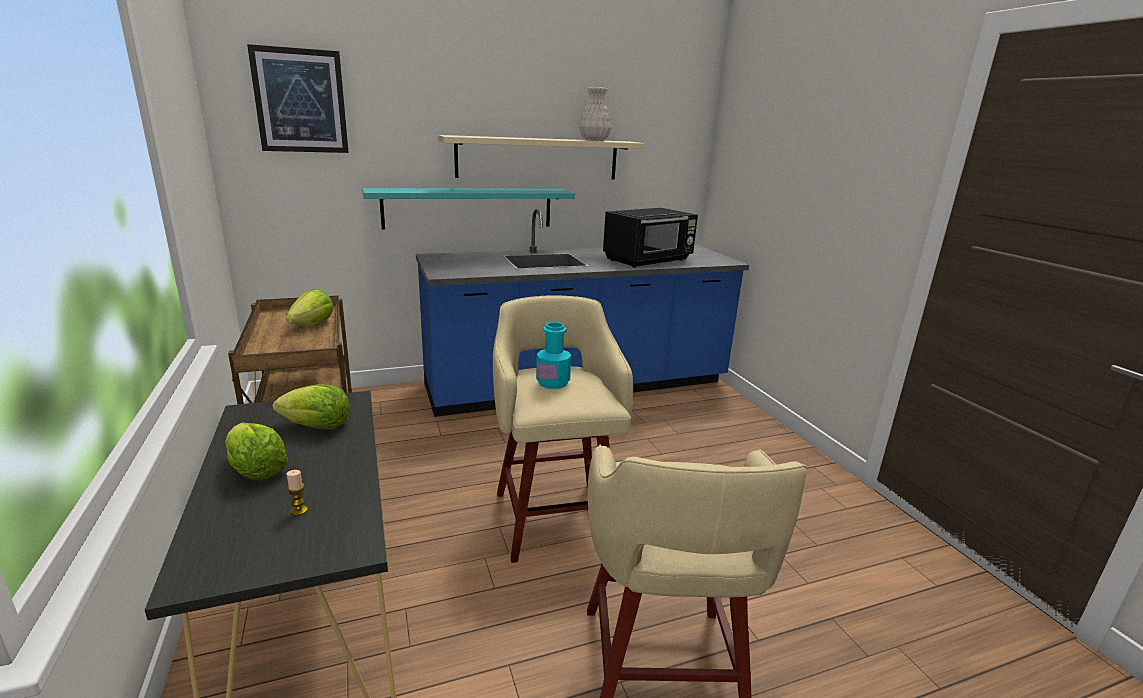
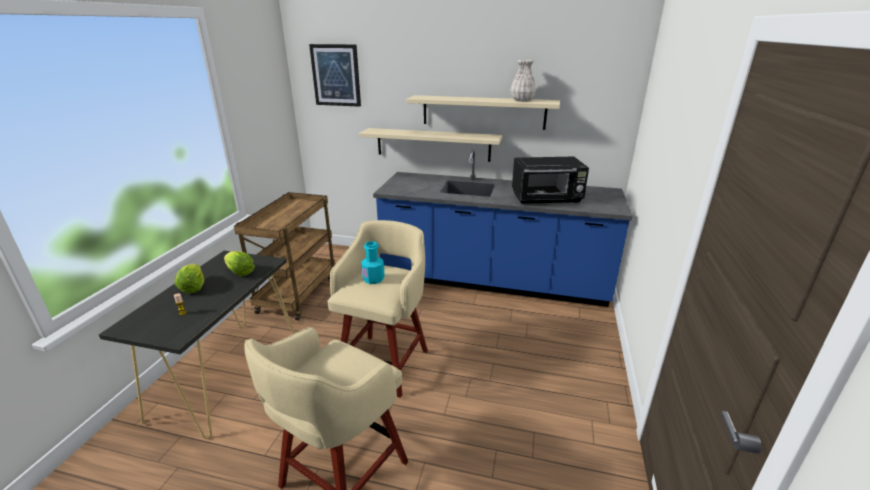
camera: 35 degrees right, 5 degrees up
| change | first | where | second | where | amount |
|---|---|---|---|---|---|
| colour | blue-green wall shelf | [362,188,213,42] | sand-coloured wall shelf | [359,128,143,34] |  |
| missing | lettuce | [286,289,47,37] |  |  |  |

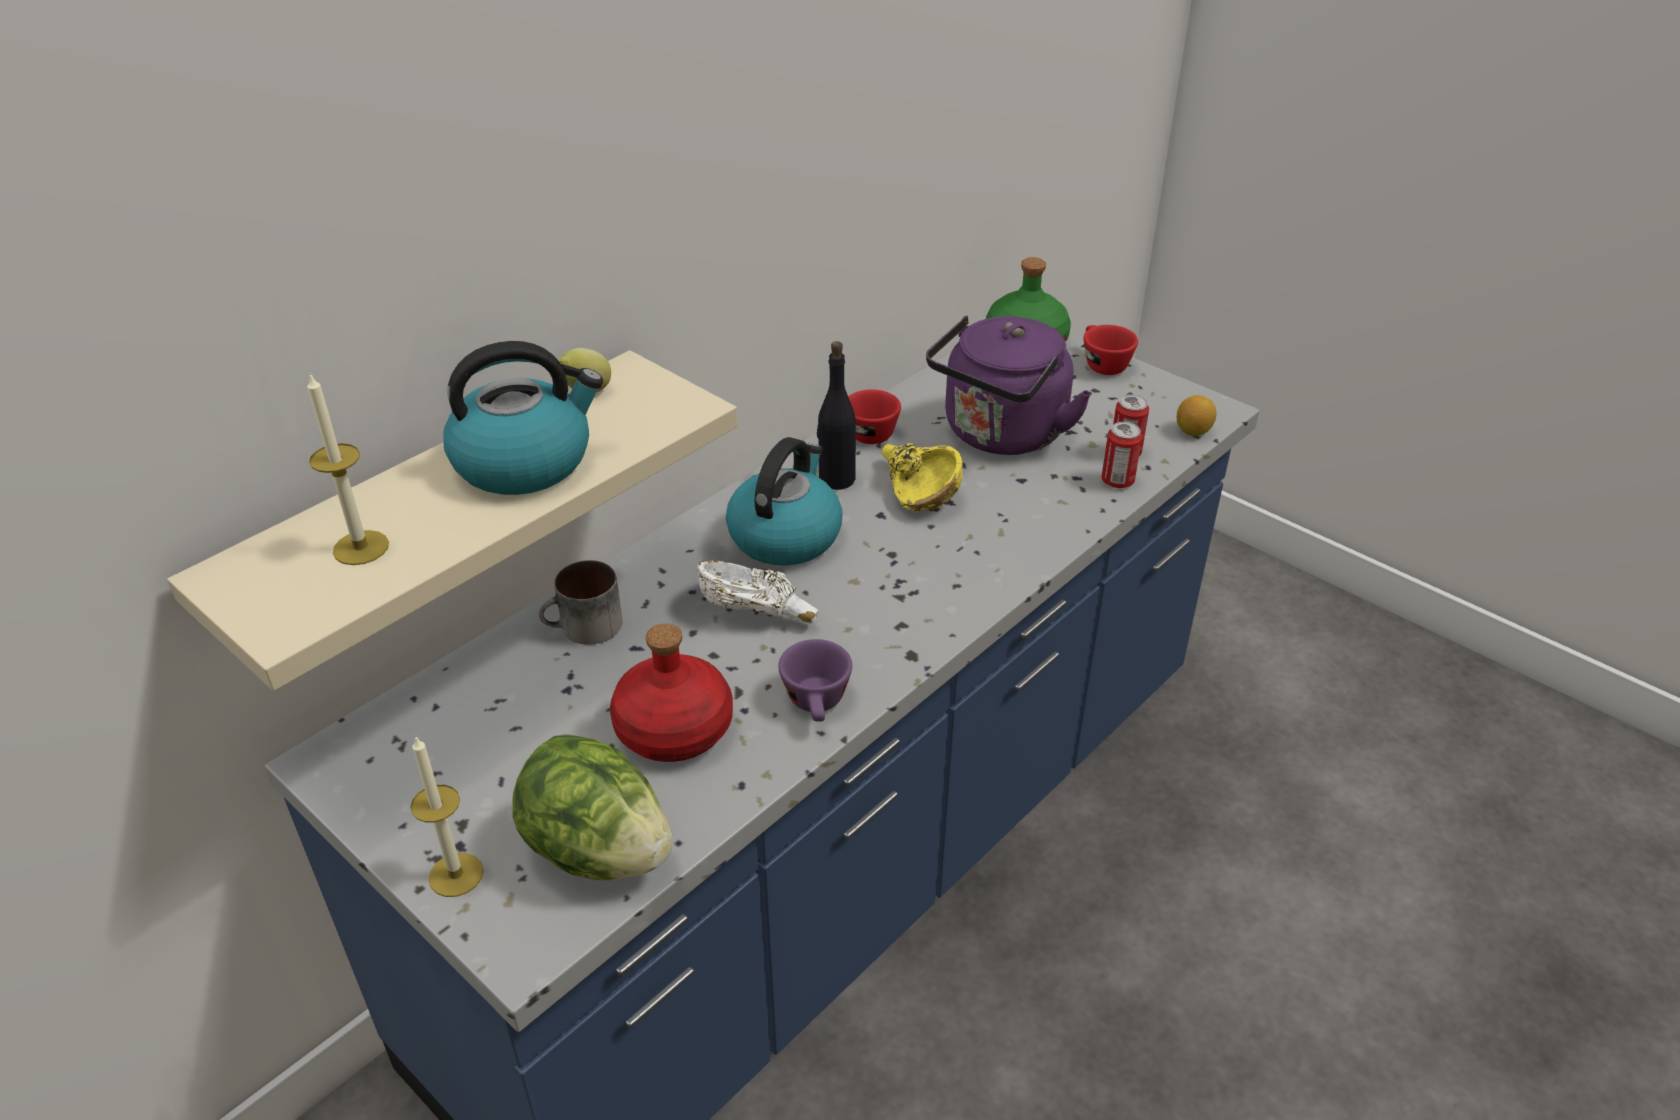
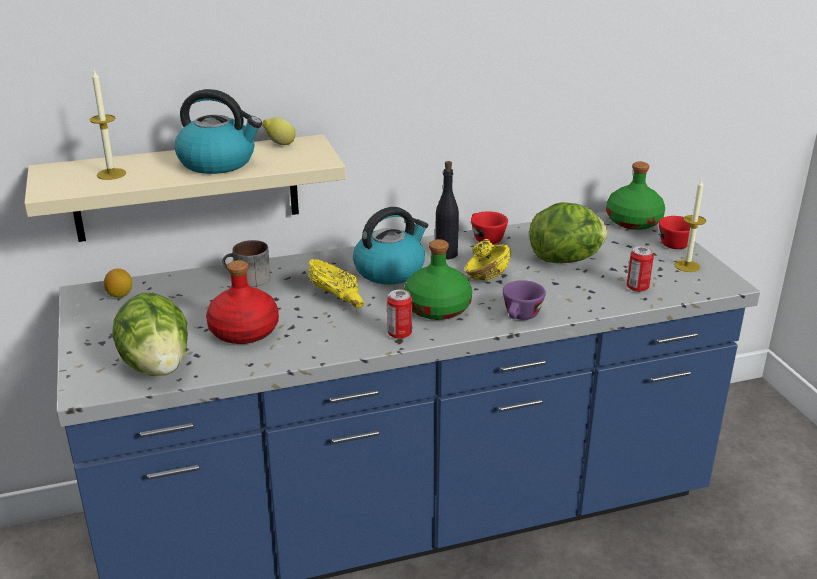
camera: 30 degrees right, 10 degrees down
| change | first | where | second | where | amount |
|---|---|---|---|---|---|
| relocated | citrus fruit | [1177,395,40,41] |  | [104,269,28,28] |  |
| colour | whitish deep dish | [697,560,122,64] | yellow deep dish | [309,259,55,50] |  |
| relocated | sealed can | [1102,422,40,66] |  | [387,289,25,50] |  |
| appeared |  |  | greenish beverage bottle | [404,239,68,81] |  |
| relocated | purple-coloured cup | [778,639,74,83] |  | [503,280,43,40] |  |
| exchanged | purple-coloured tea kettle | [926,315,166,140] | lettuce | [529,202,78,61] |  |
| relocated | candle | [410,736,74,161] |  | [674,179,32,93] |  |

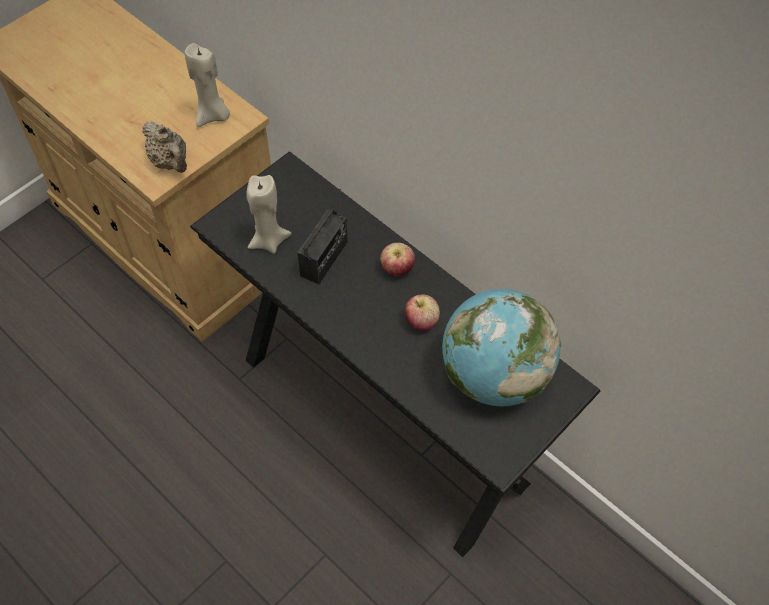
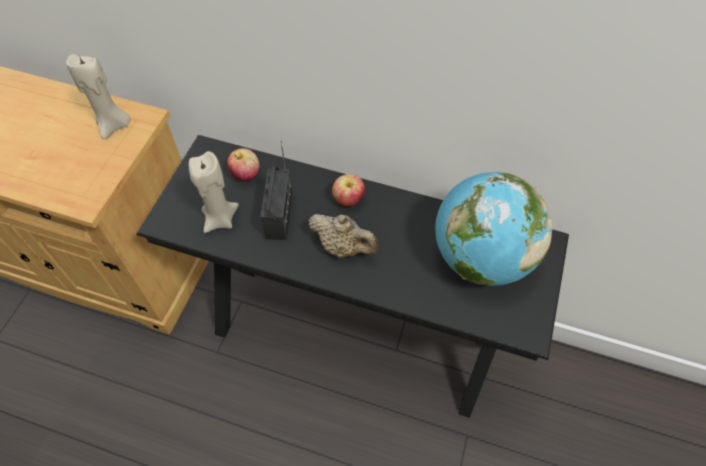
camera: 25 degrees left, 0 degrees up
| change | first | where | second | where | amount |
|---|---|---|---|---|---|
| relocated | apple fruit | [405,294,35,37] |  | [227,148,32,33] |  |
| relocated | sand-coloured pot for tea | [142,121,45,52] |  | [308,214,71,44] |  |

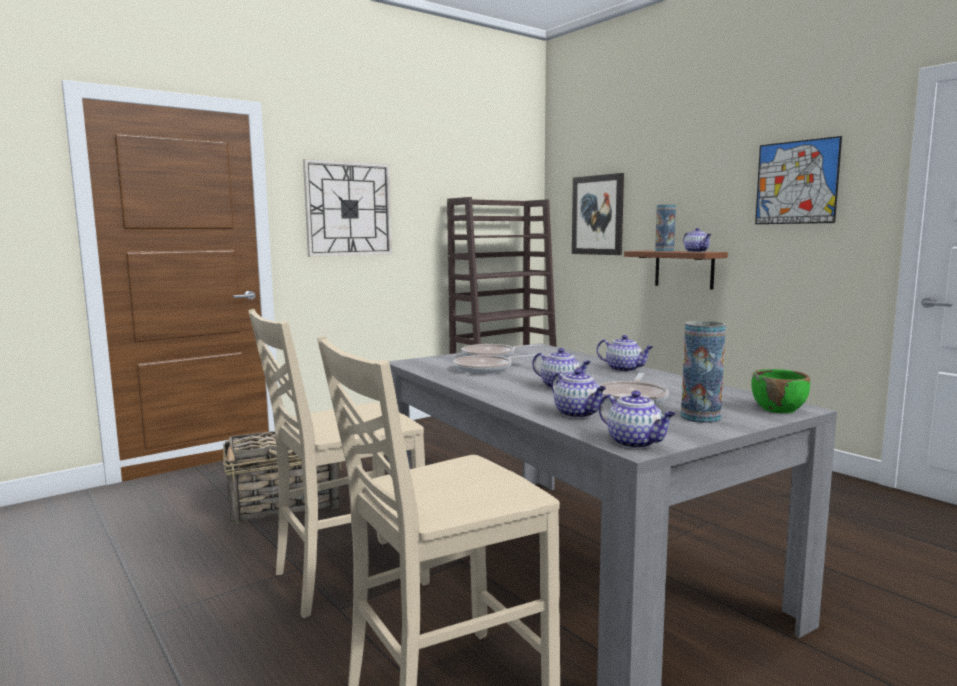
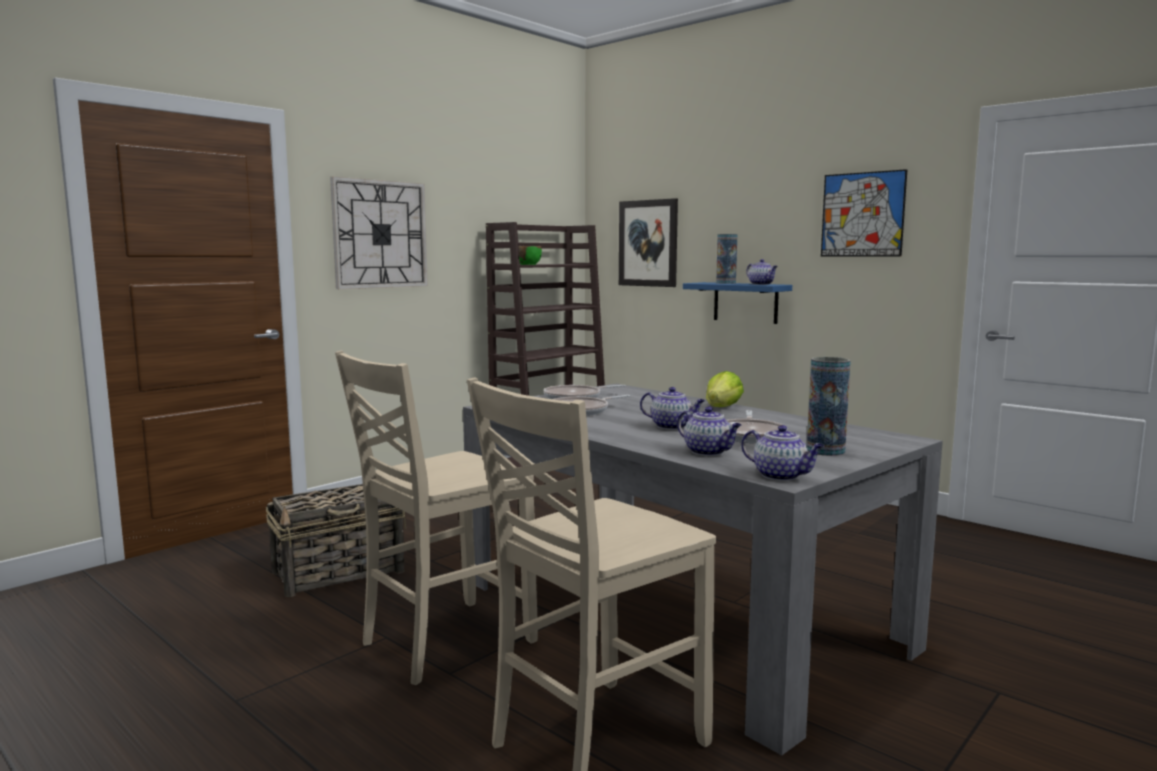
camera: 10 degrees left, 0 degrees up
| change | first | where | second | where | amount |
|---|---|---|---|---|---|
| relocated | greenish deep dish | [751,369,59,44] |  | [519,246,23,19] |  |
| colour | brownish wall shelf | [624,251,104,39] | blue wall shelf | [683,282,109,42] |  |
| exchanged | pot for tea | [597,335,56,37] | lettuce | [706,371,38,36] |  |

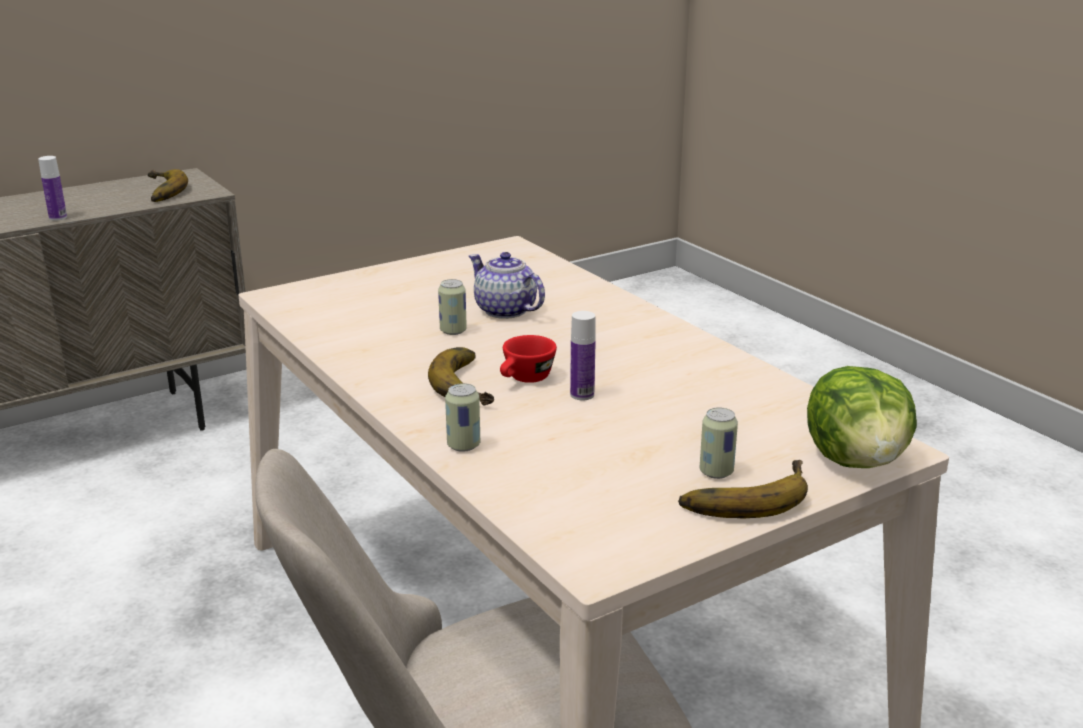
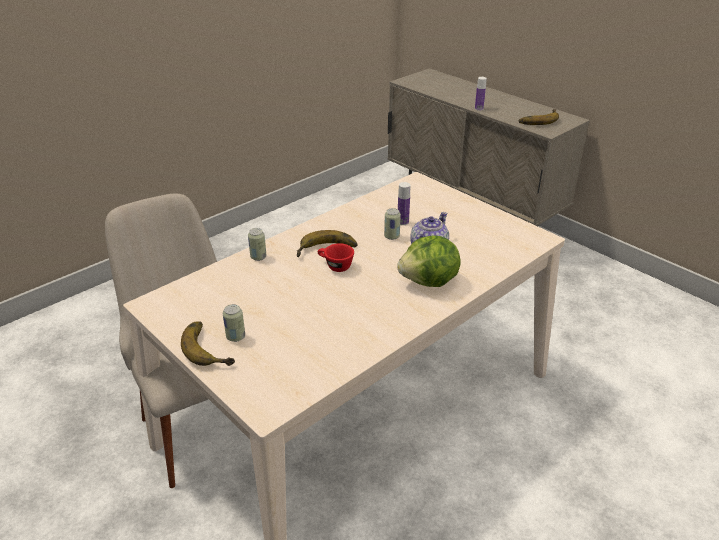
camera: 80 degrees right, 10 degrees up
| change | first | where | second | where | amount |
|---|---|---|---|---|---|
| relocated | lettuce | [807,366,110,102] |  | [397,235,63,52] |  |
| relocated | beverage bottle | [570,311,26,89] |  | [398,182,12,43] |  |

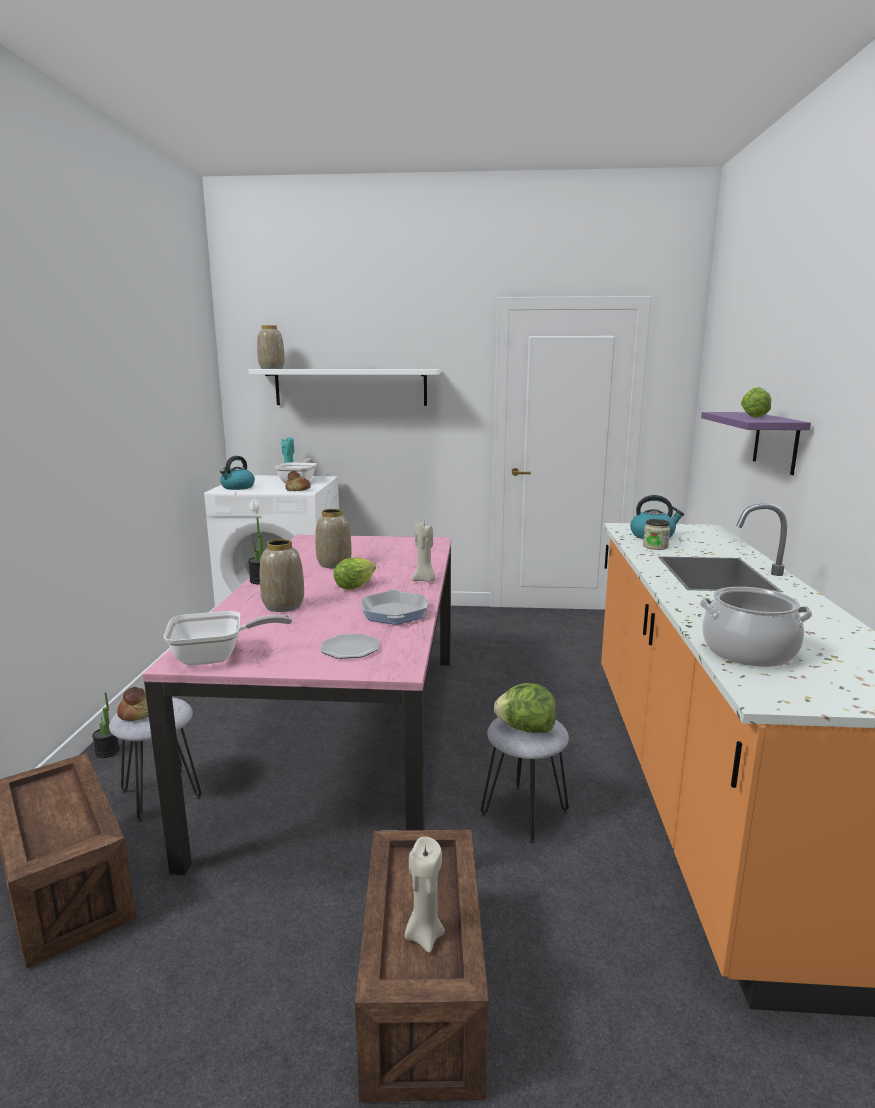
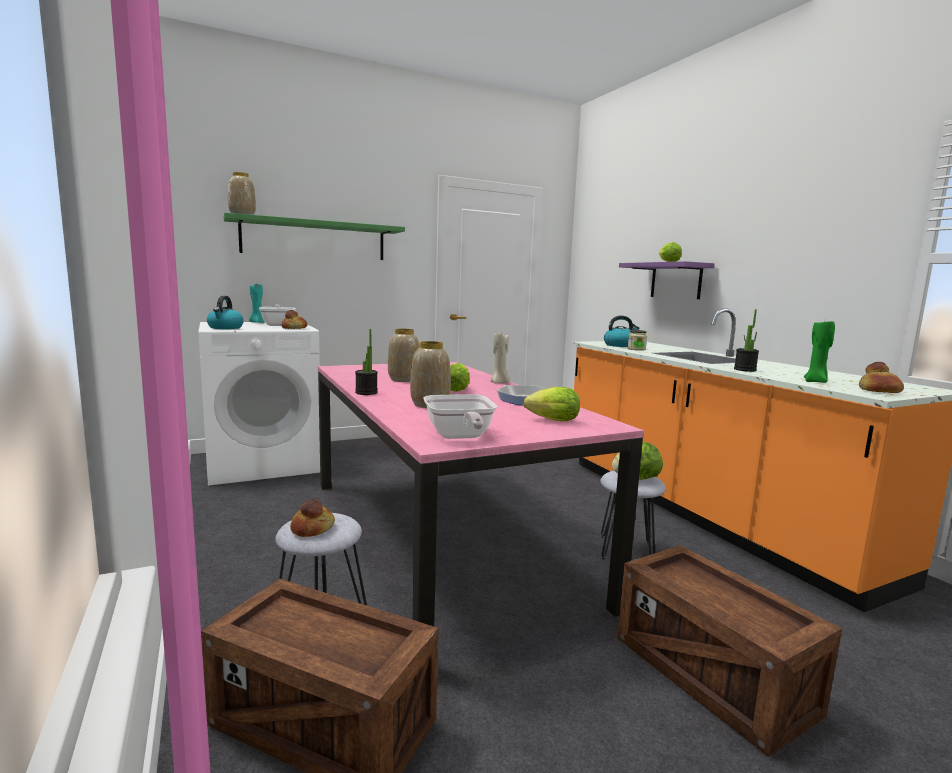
camera: 30 degrees left, 5 degrees down
| change | first | where | second | where | amount |
|---|---|---|---|---|---|
| colour | whitish wall shelf | [249,369,191,37] | greenish wall shelf | [224,213,181,47] |  |
| spun | skillet | [164,611,128,54] |  | [423,394,74,45] | 120 degrees clockwise |
| exchanged | flat dish | [321,634,58,25] | lettuce | [523,387,57,34] |  |
| relocated | houseplant | [92,692,28,66] |  | [734,309,25,63] |  |
| exchanged | stockpot | [700,587,113,80] | greenish candle | [804,321,31,62] |  |
| appeared |  |  | bakery bread | [859,362,45,31] |  |
| missing | sand-coloured candle | [405,837,40,116] |  |  |  |

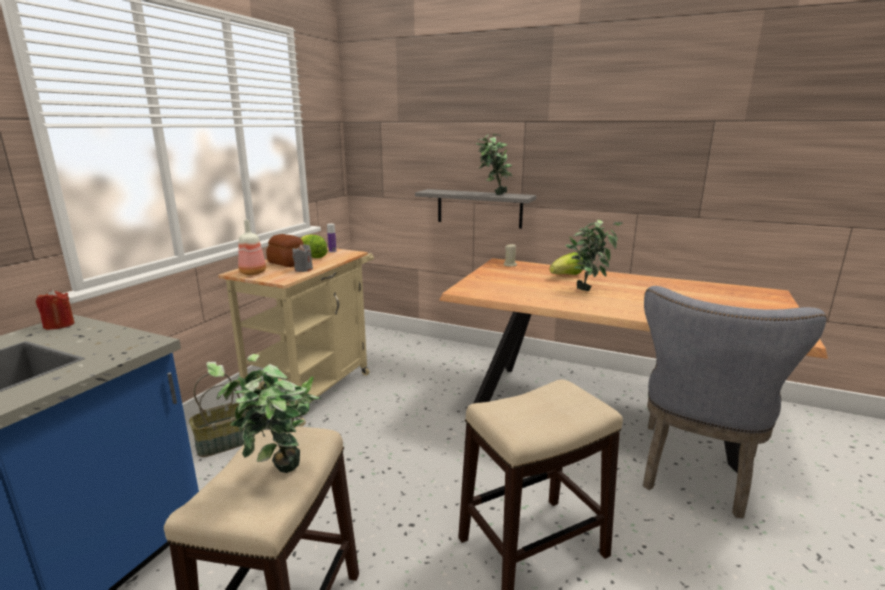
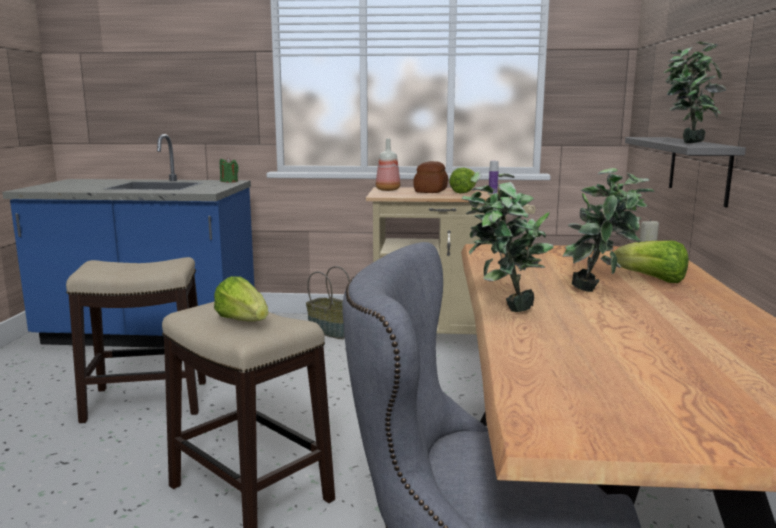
camera: 70 degrees right, 5 degrees down
| change | first | where | second | where | amount |
|---|---|---|---|---|---|
| appeared |  |  | lettuce | [214,276,54,46] |  |
| colour | red-coloured candle | [36,289,39,41] | greenish candle | [220,157,19,26] |  |
| relocated | houseplant | [206,354,115,119] |  | [461,171,93,141] |  |
| missing | grey candle | [292,244,21,28] |  |  |  |

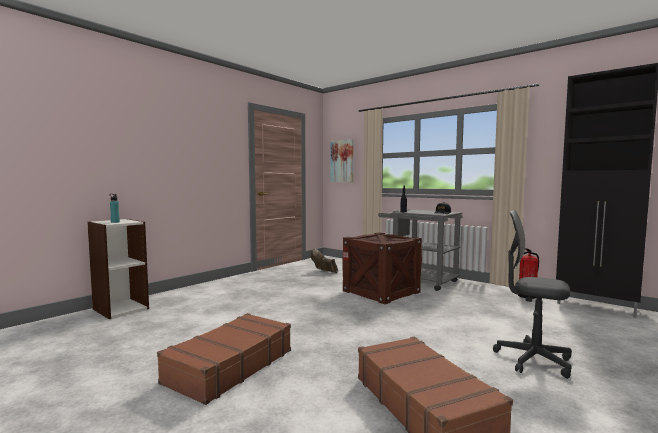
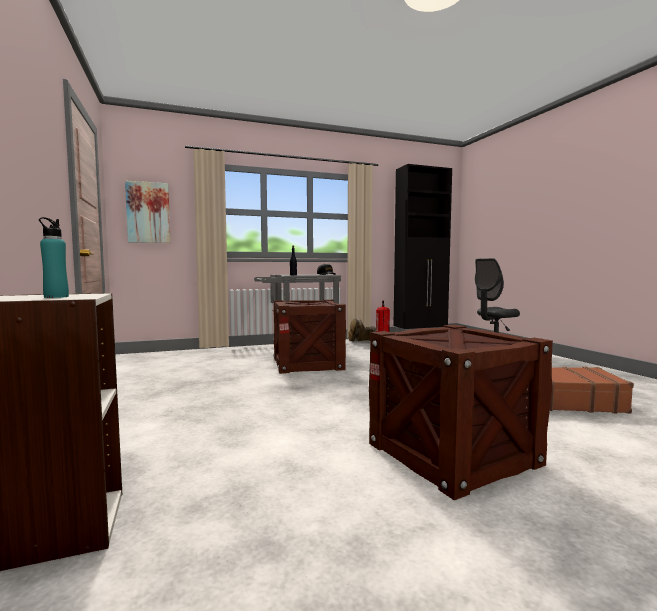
camera: 60 degrees left, 0 degrees up
| change | first | where | second | where | amount |
|---|---|---|---|---|---|
| relocated | brownish tall boot | [311,249,27,24] |  | [348,319,27,22] |  |
| exchanged | brownish travel case | [157,313,134,92] | crate | [369,324,184,176] |  |

